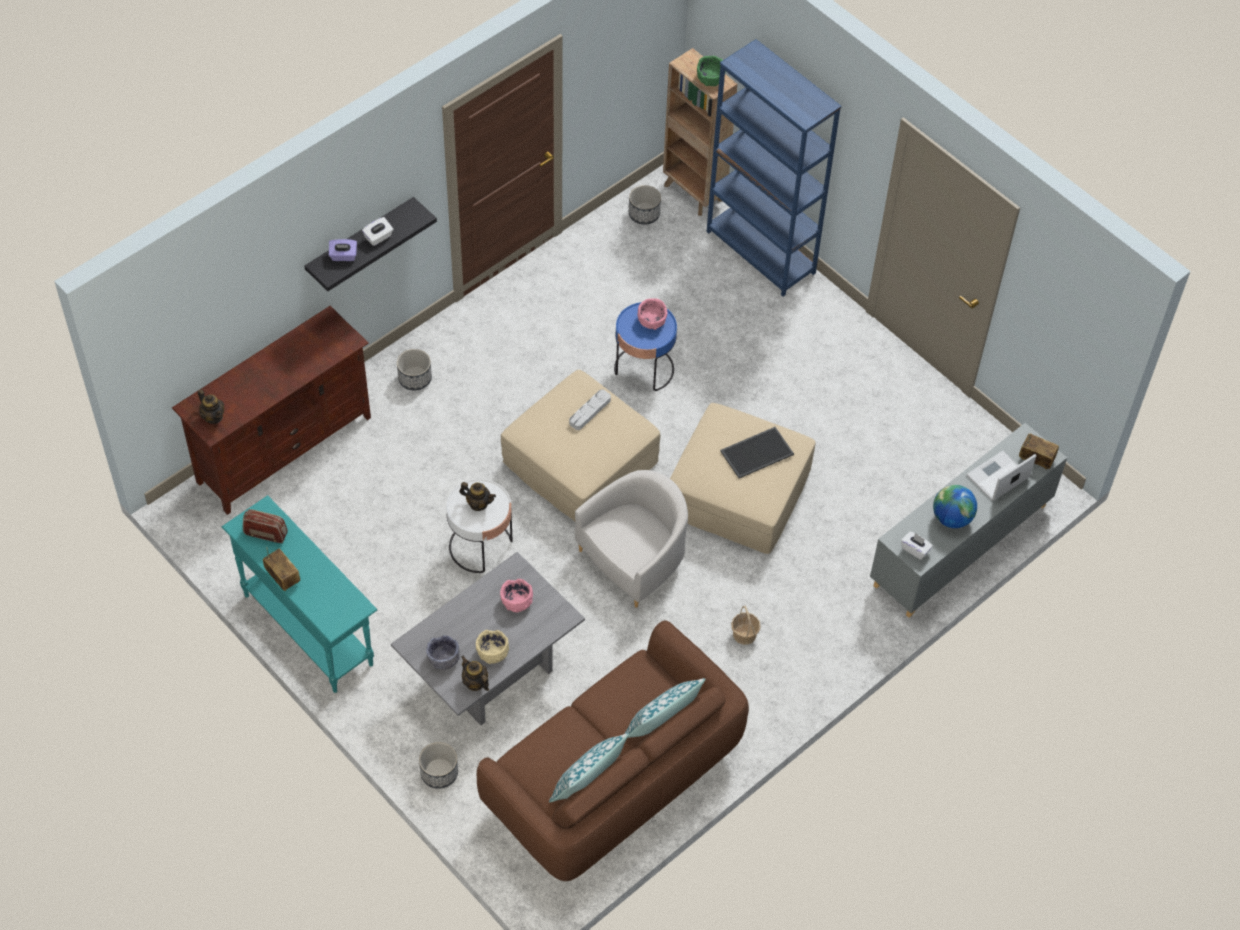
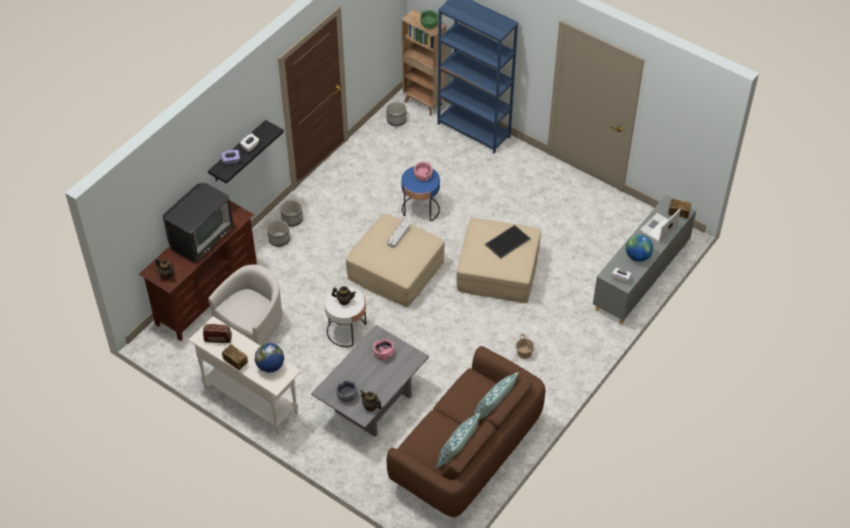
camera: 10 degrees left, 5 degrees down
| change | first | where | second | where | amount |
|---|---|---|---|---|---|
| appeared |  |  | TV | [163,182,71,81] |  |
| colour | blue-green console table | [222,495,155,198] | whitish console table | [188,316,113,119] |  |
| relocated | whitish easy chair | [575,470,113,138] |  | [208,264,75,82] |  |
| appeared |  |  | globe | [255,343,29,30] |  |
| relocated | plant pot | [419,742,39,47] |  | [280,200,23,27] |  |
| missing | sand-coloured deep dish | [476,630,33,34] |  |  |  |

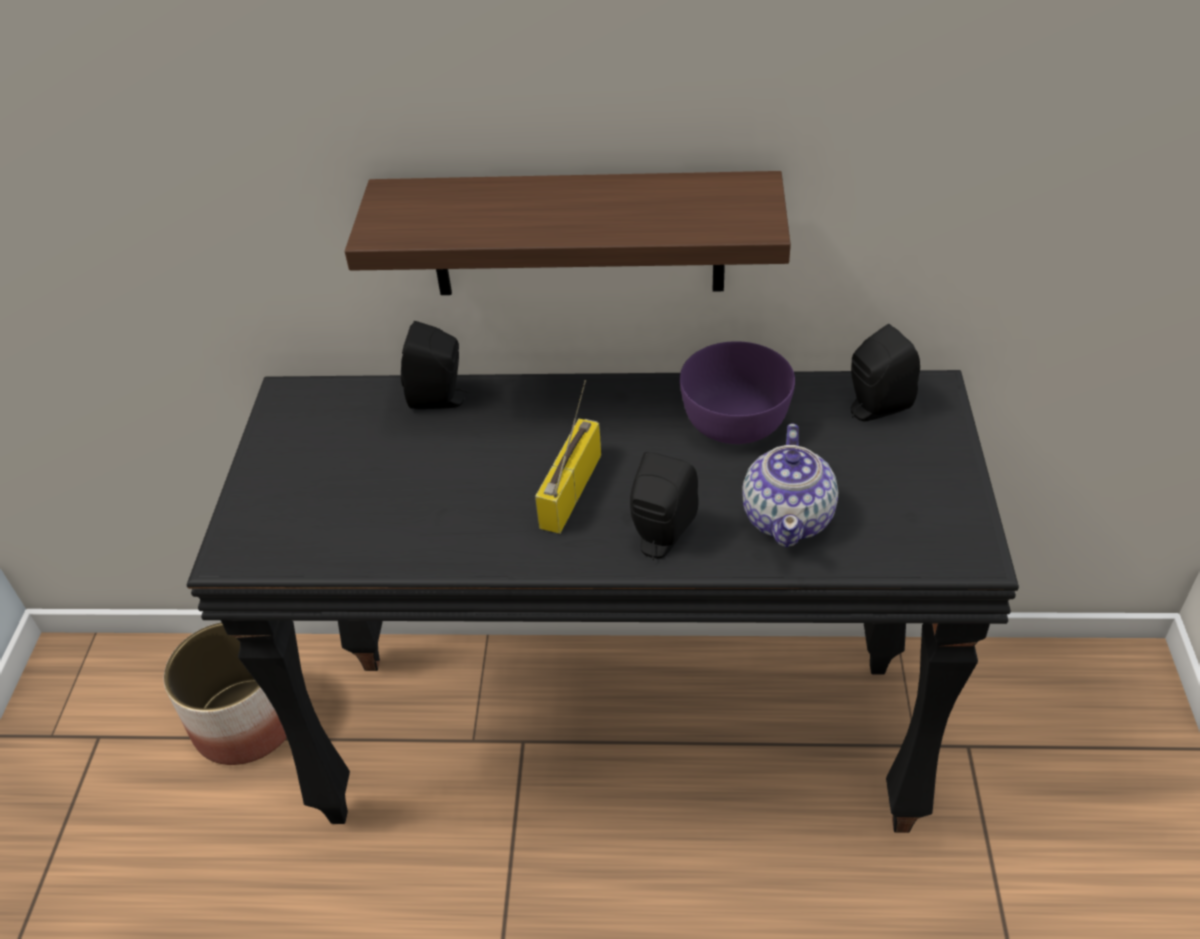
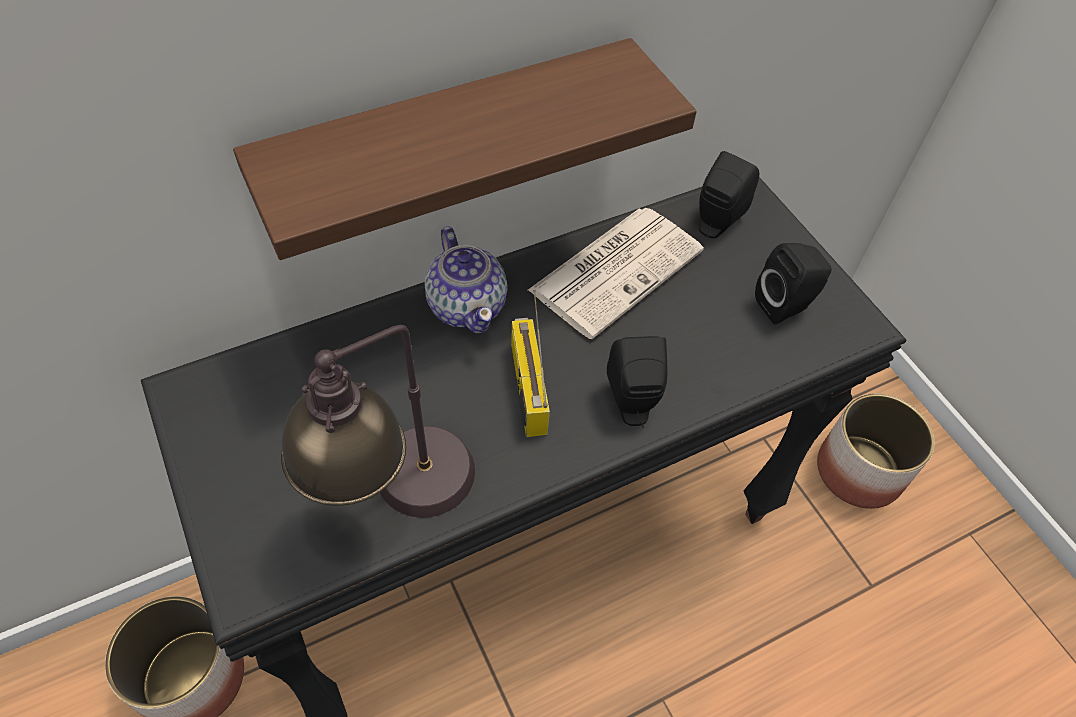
camera: 35 degrees left, 10 degrees up
| change | first | where | second | where | amount |
|---|---|---|---|---|---|
| appeared |  |  | table lamp | [281,325,194,193] |  |
| relocated | pot for tea | [742,423,96,124] |  | [425,226,82,108] |  |
| exchanged | purple-coloured deep dish | [680,341,115,103] | newspaper | [528,208,176,131] |  |
| relocated | black-coloured audio speaker | [401,321,69,88] |  | [755,243,77,81] |  |
| appeared |  |  | plant pot | [817,394,118,115] |  |

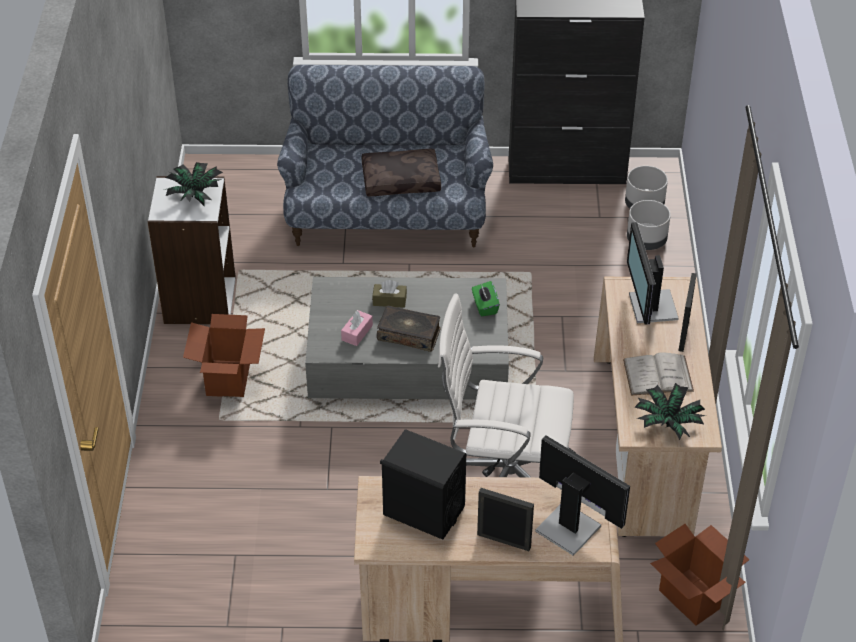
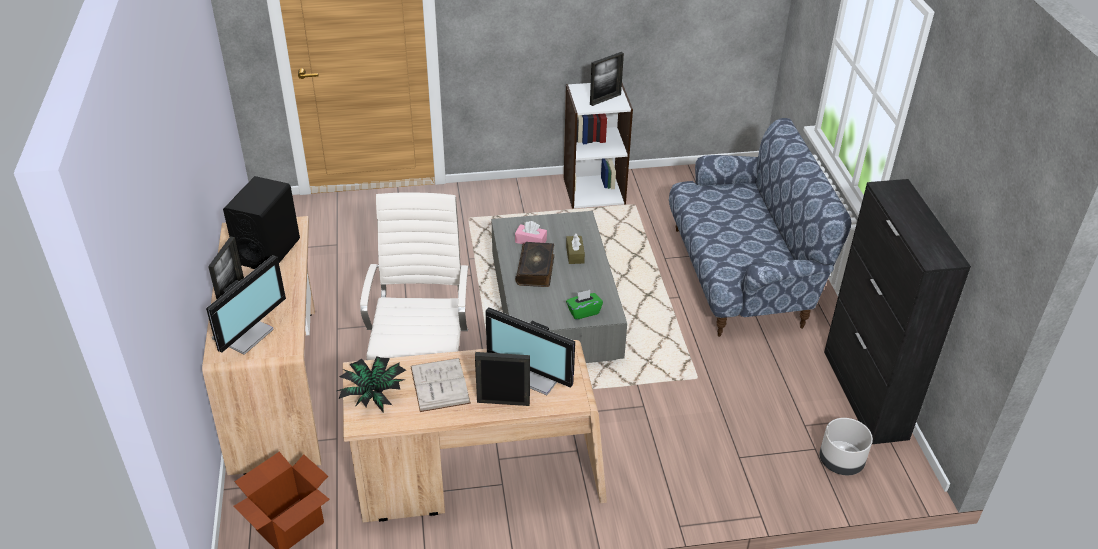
camera: 80 degrees right, 5 degrees down
| change | first | where | second | where | amount |
|---|---|---|---|---|---|
| spun | computer screen | [627,222,52,102] |  | [485,307,90,88] | 135 degrees counterclockwise |
| exchanged | houseplant | [164,162,59,44] | photo frame | [590,52,34,54] |  |
| missing | packing box | [183,314,82,83] |  |  |  |
| missing | brownish throw pillow | [361,149,80,48] |  |  |  |
| missing | grey plant pot | [627,200,44,50] |  |  |  |

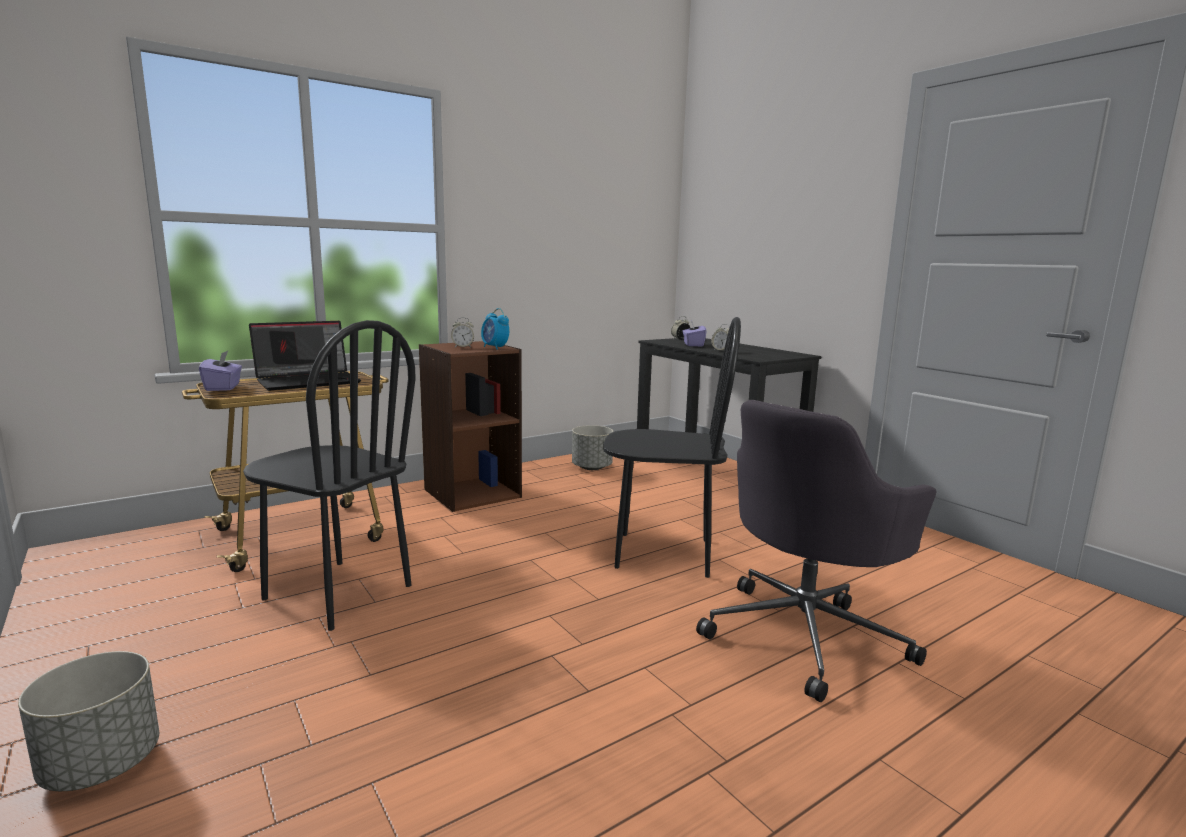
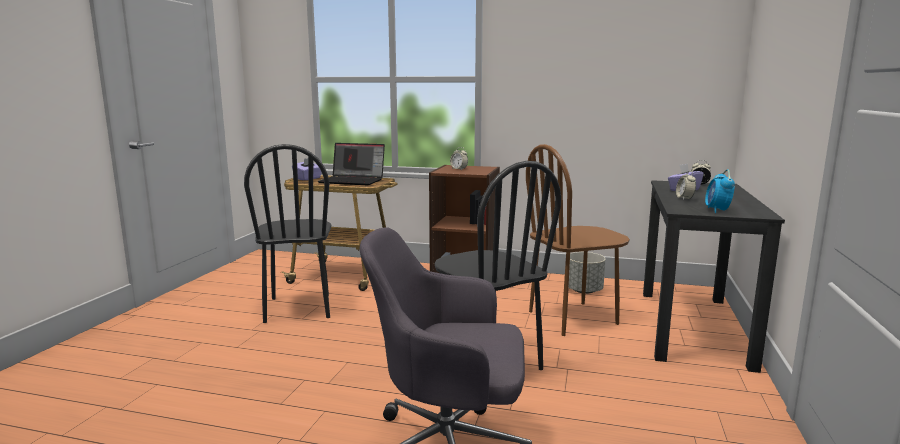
camera: 50 degrees right, 0 degrees up
| change | first | where | second | where | amount |
|---|---|---|---|---|---|
| appeared |  |  | brownish upright chair | [526,144,104,192] |  |
| relocated | bedside clock | [481,308,28,42] |  | [705,169,30,44] |  |
| missing | grey plant pot | [18,651,141,140] |  |  |  |

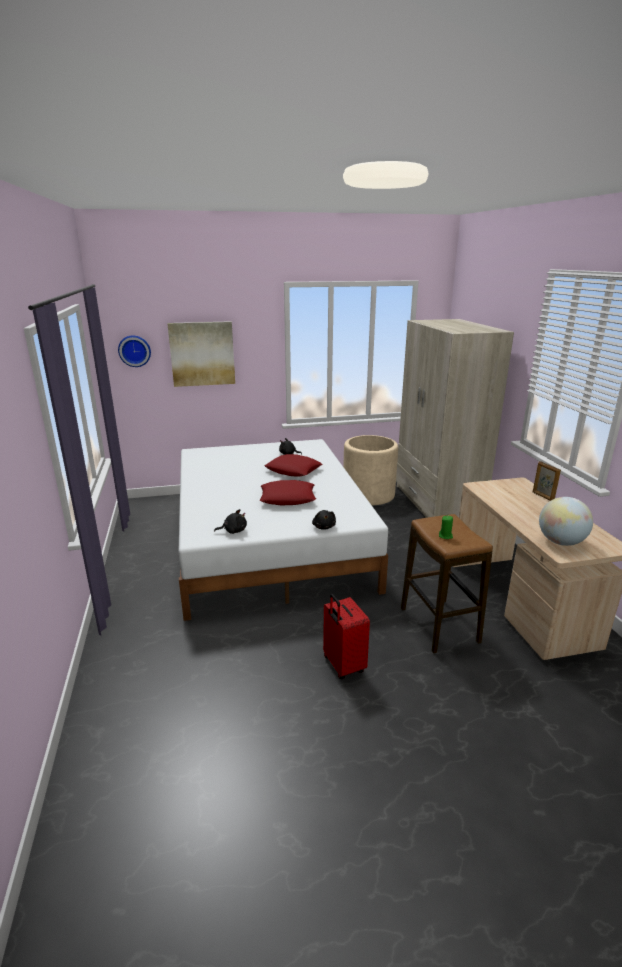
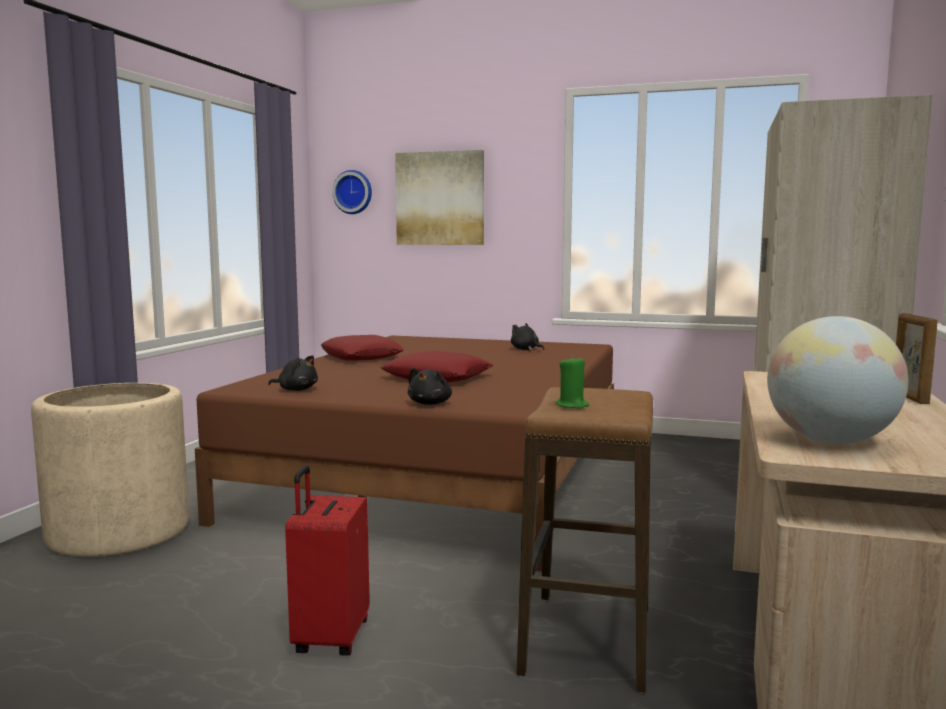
camera: 30 degrees right, 15 degrees down
| change | first | where | second | where | amount |
|---|---|---|---|---|---|
| relocated | sand-coloured plant pot | [343,435,55,70] |  | [31,383,158,174] |  |
| colour | whitish sleeping bed | [179,439,209,182] | brownish sleeping bed | [195,335,419,237] |  |
| relocated | red-coloured throw pillow | [265,454,57,23] |  | [321,335,83,26] |  |

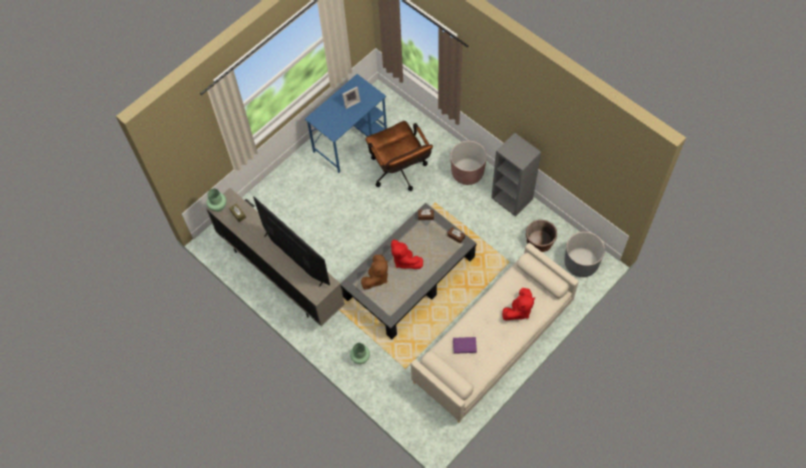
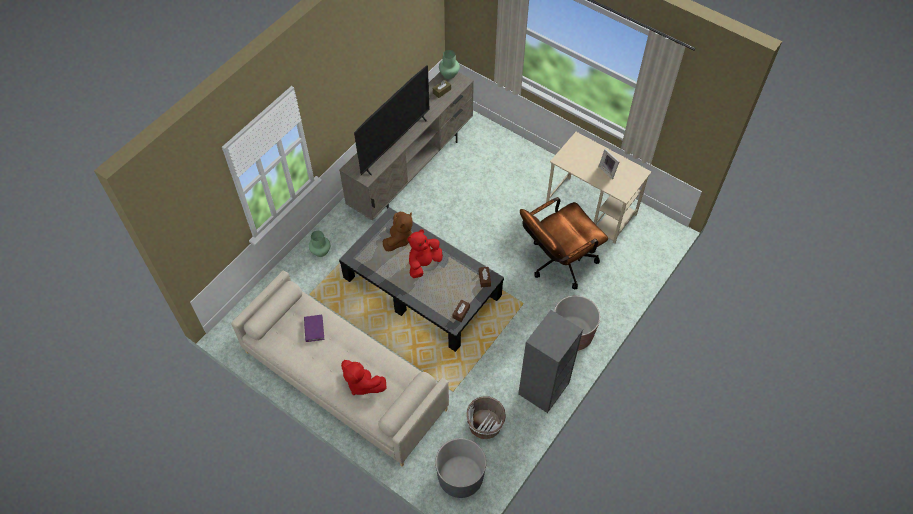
camera: 80 degrees right, 5 degrees down
| change | first | where | second | where | amount |
|---|---|---|---|---|---|
| spun | brownish plush toy | [361,255,27,35] |  | [383,212,30,39] | 90 degrees counterclockwise |
| colour | brownish plant pot | [526,220,31,32] | whitish plant pot | [466,396,40,43] |  |
| colour | blue desk table | [305,74,82,99] | sand-coloured desk table | [546,132,105,112] |  |

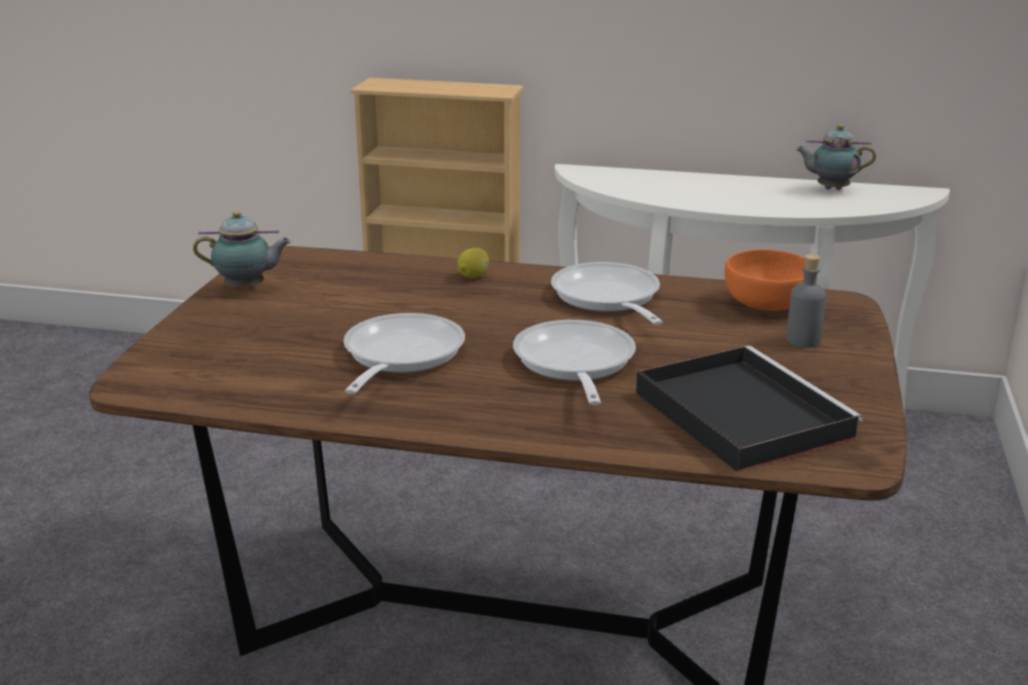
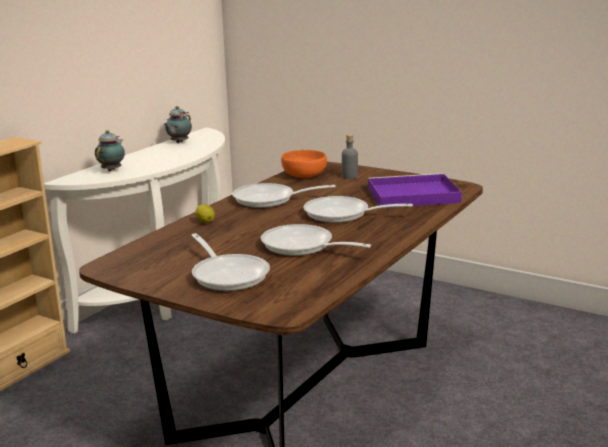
camera: 70 degrees left, 5 degrees down
| change | first | where | second | where | amount |
|---|---|---|---|---|---|
| relocated | pot for tea | [193,211,98,78] |  | [95,130,30,42] |  |
| appeared |  |  | skillet | [191,233,79,58] |  |
| colour | black-coloured tray | [636,346,227,126] | purple-coloured tray | [368,173,94,35] |  |

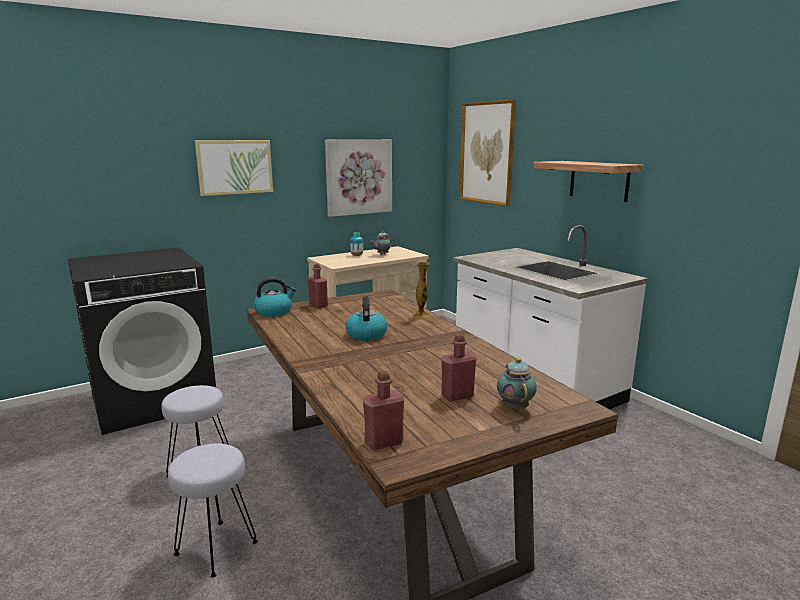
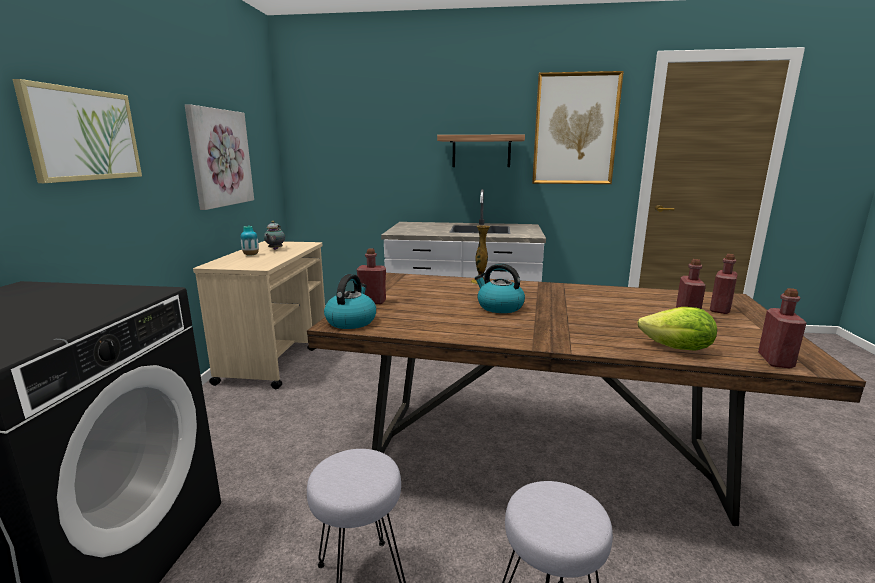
camera: 50 degrees left, 0 degrees up
| change | first | where | second | where | amount |
|---|---|---|---|---|---|
| relocated | wall art | [459,99,57,107] |  | [532,71,92,113] |  |
| appeared |  |  | lettuce | [637,307,80,44] |  |
| exchanged | pot for tea | [497,358,40,53] | red-coloured beverage bottle | [710,254,28,60] |  |

